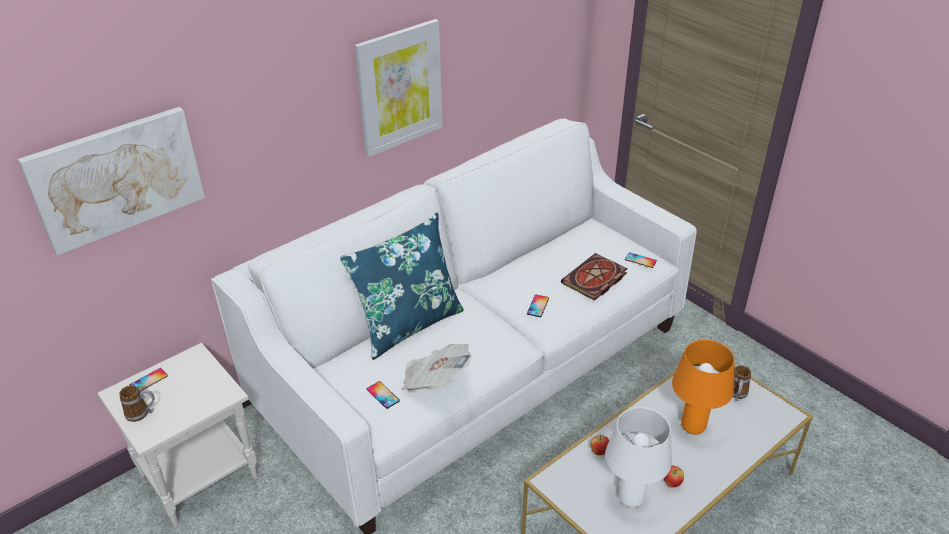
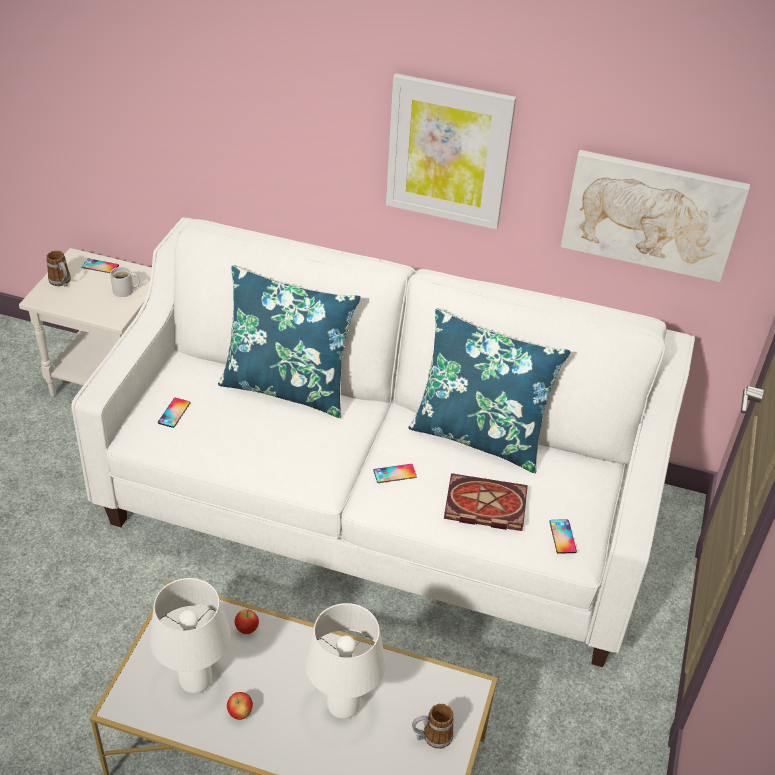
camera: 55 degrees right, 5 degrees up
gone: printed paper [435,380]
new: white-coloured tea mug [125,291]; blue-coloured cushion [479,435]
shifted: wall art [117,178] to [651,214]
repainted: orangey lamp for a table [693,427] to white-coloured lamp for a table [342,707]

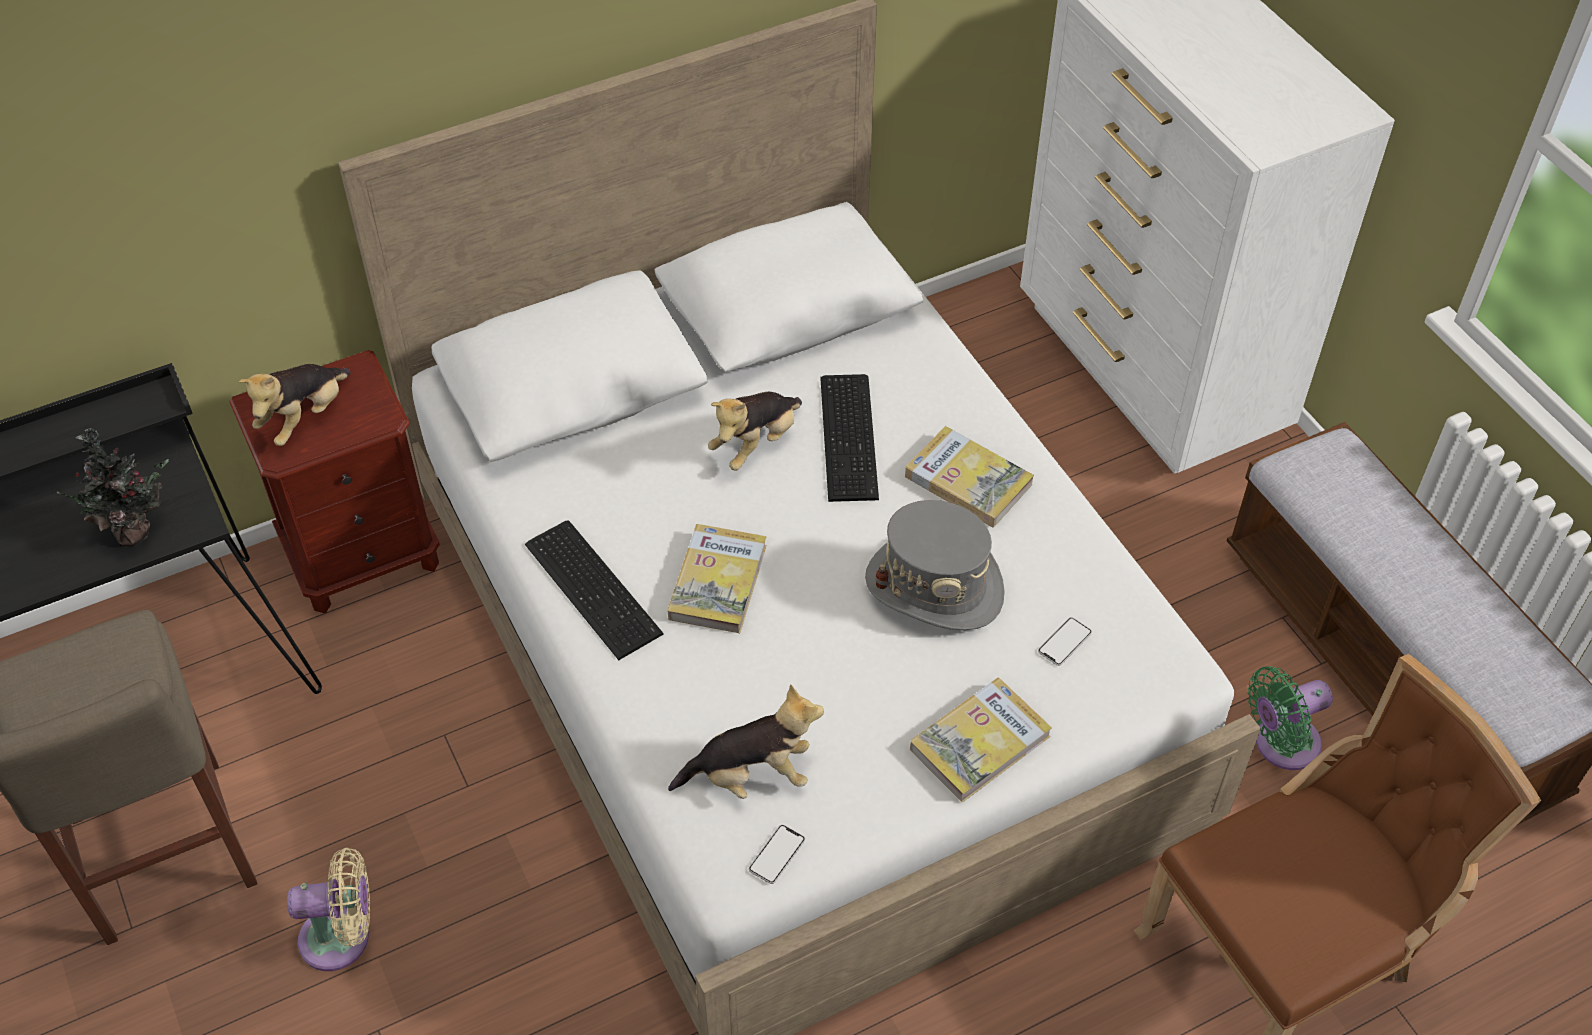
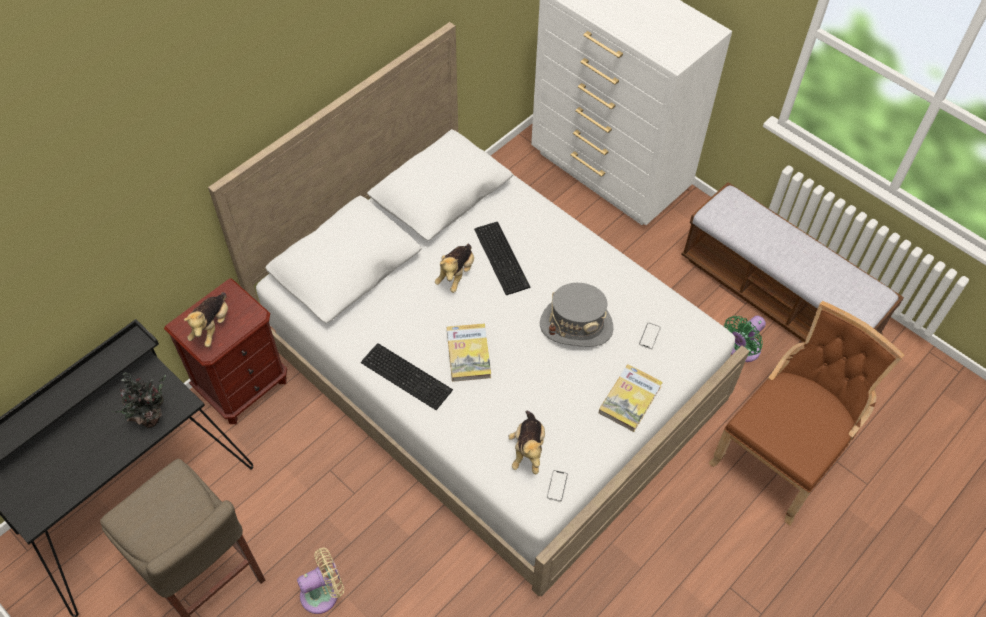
camera: 20 degrees left, 5 degrees up
gone: book [968,480]
rotated: plush toy [751,775] = [528,450] 120 degrees clockwise

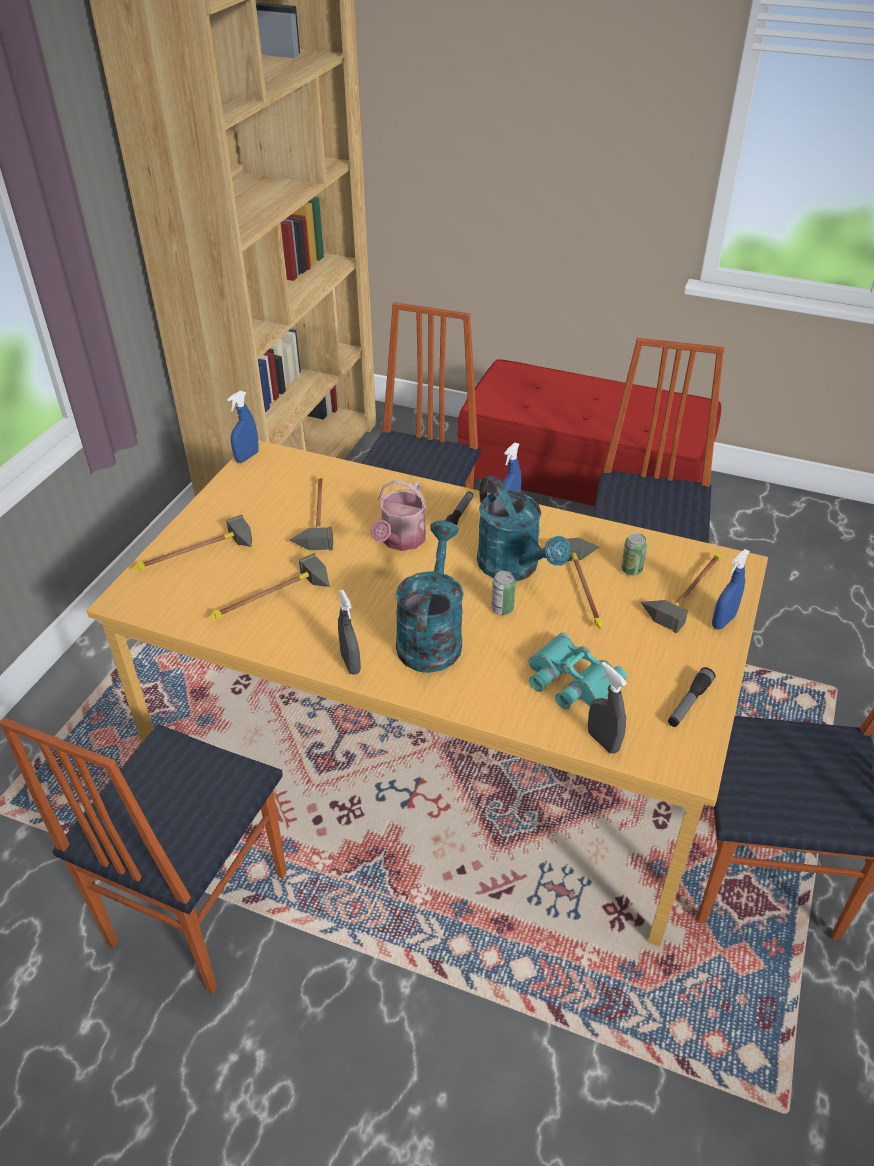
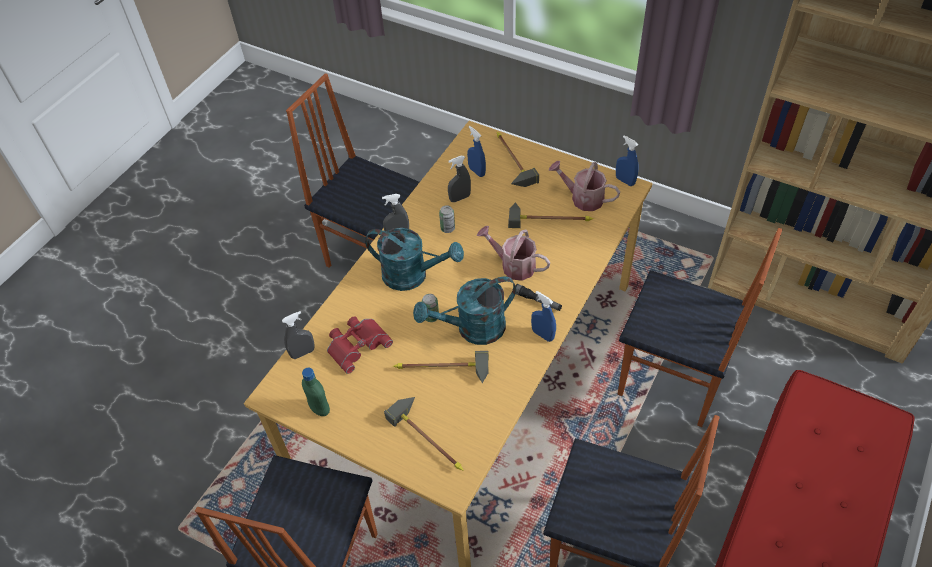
camera: 100 degrees right, 10 degrees up
new: watering can [582,198]
shifted: sealed can [631,570] to [447,228]; blue-coloured sprayer [723,621] to [476,171]
swapped: tool hammer [271,602] to gray sprayer [460,198]; hand torch [689,703] to greenish bottle [319,408]
repainted: turquoise-coloured binoculars [569,680] to reddish binoculars [357,344]

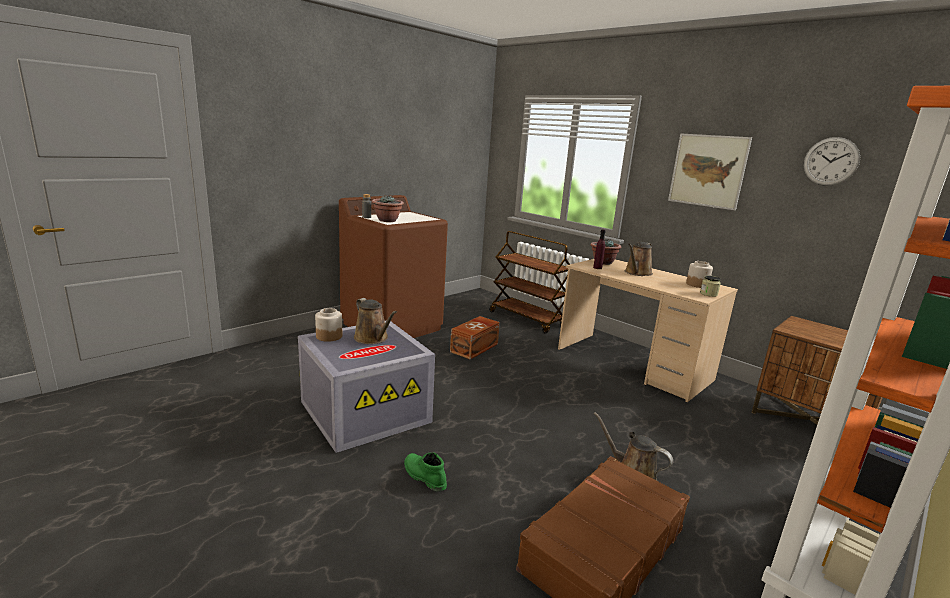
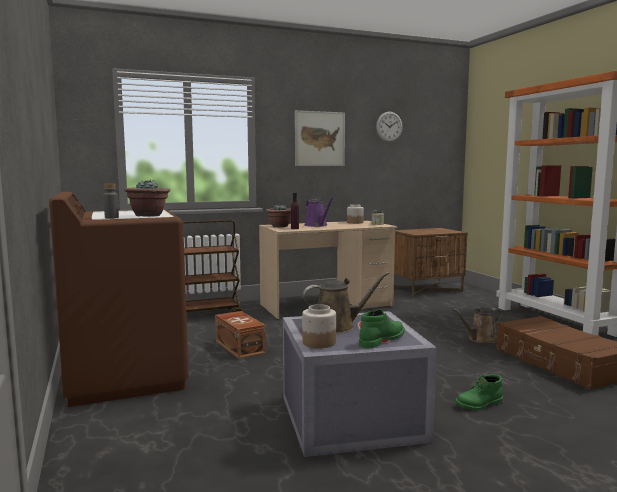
camera: 65 degrees left, 10 degrees down
new: greenish high-top boot [381,340]
repainted: brown-coloured watering can [637,273] to purplish watering can [317,225]

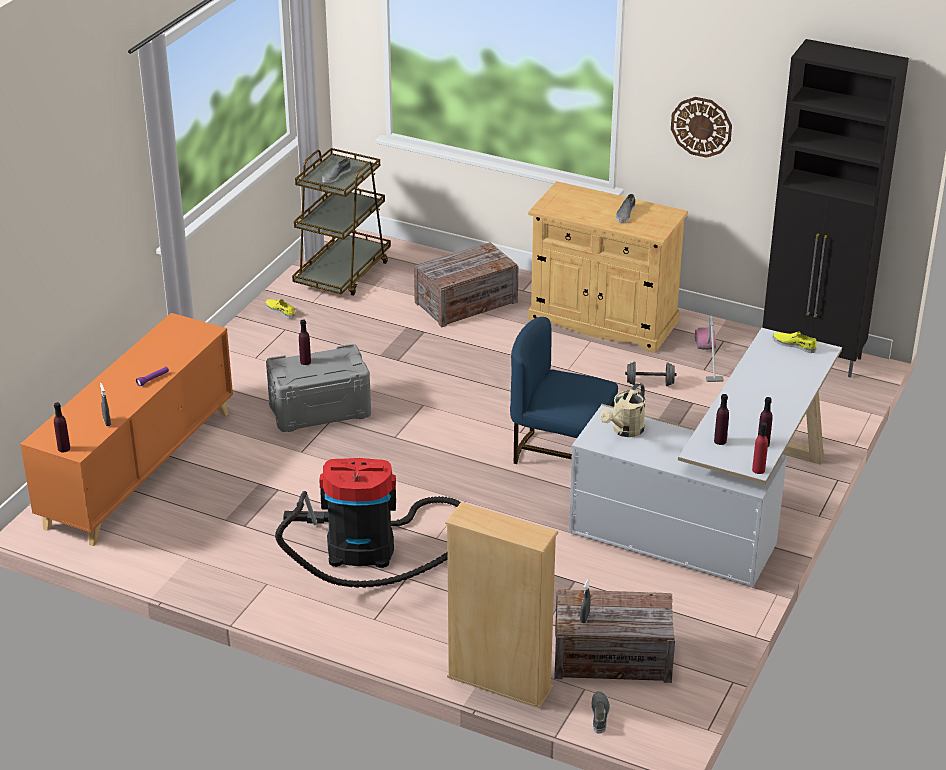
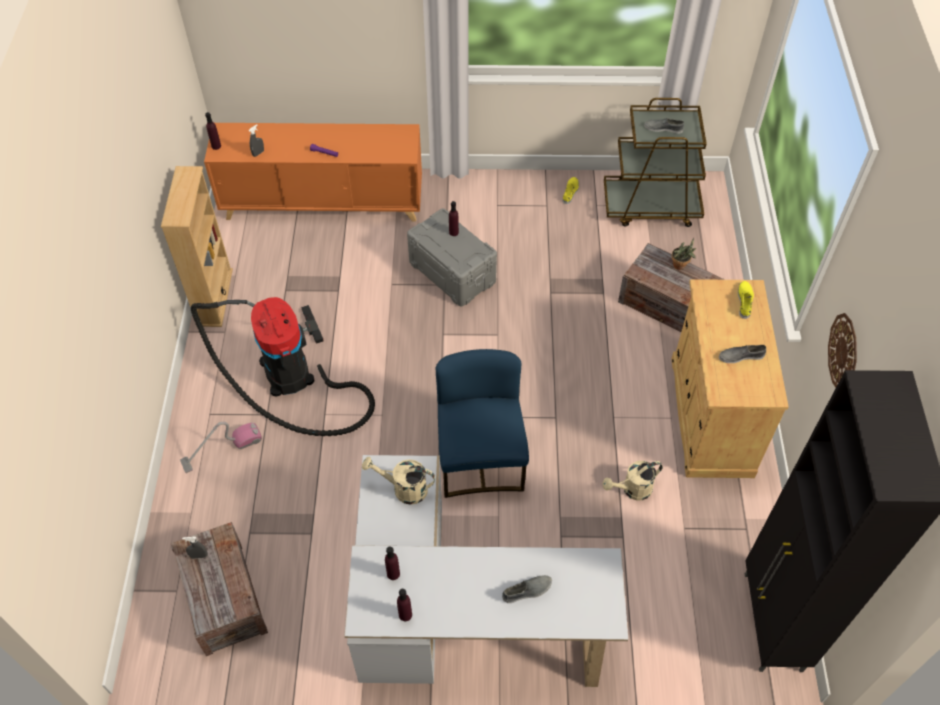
camera: 65 degrees right, 20 degrees up
gone: reddish bottle [758,470]
new: plant in a pot [680,266]
shifted: beige-coloured bookcase [499,682] to [214,297]; gray low shoe [600,714] to [527,591]; hoover [708,359] to [221,450]; yellow low shoe [794,345] to [745,301]
swapped: gray hand weight [650,383] to beige-coloured watering can [632,490]

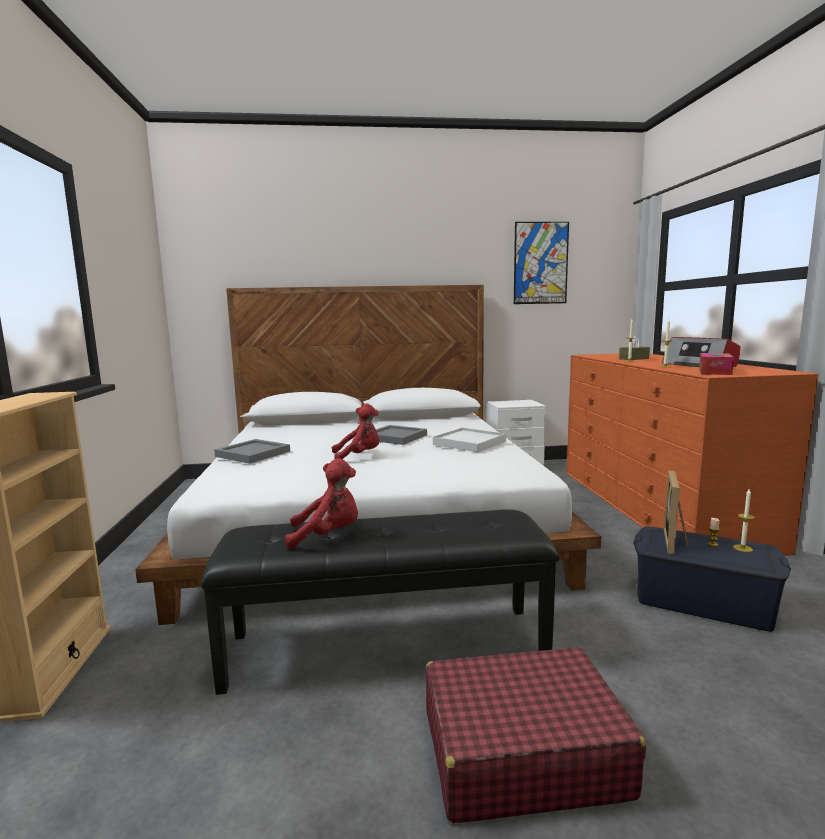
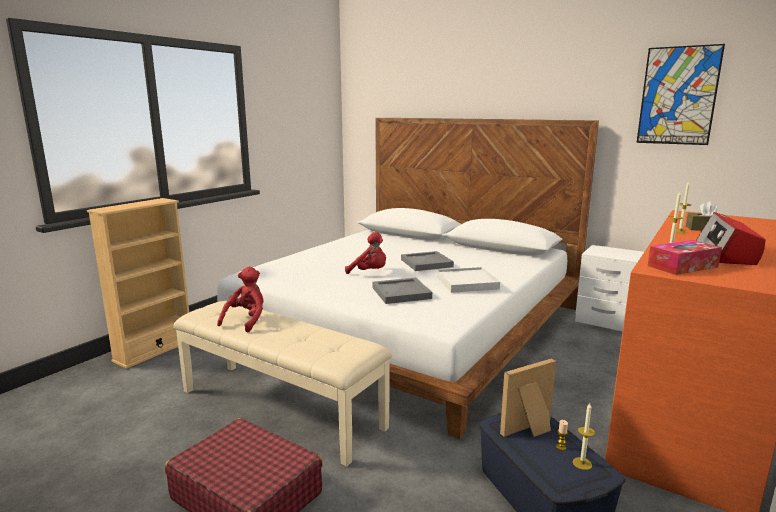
camera: 40 degrees right, 5 degrees up
shifted: gray serving tray [253,454] to [401,293]
repainted: blackish long seat [386,645] to beige-coloured long seat [281,408]
rotated: reddish plush toy [327,536] = [246,320] 105 degrees counterclockwise

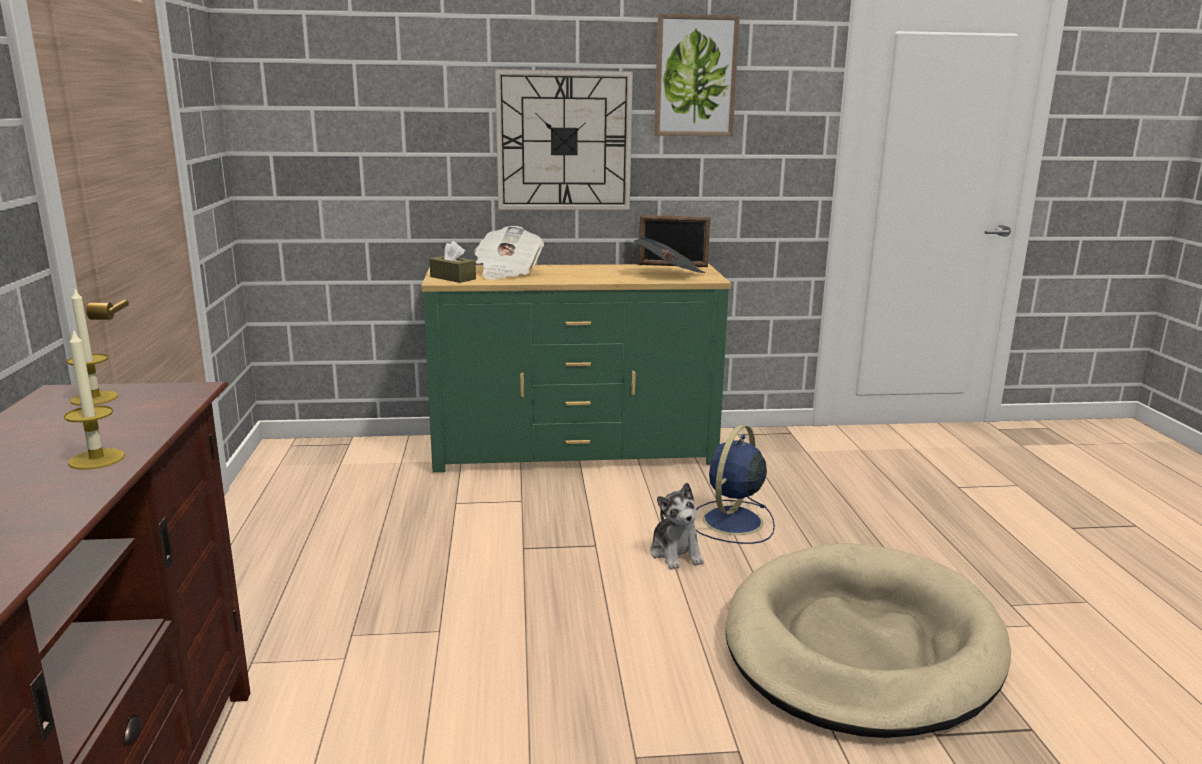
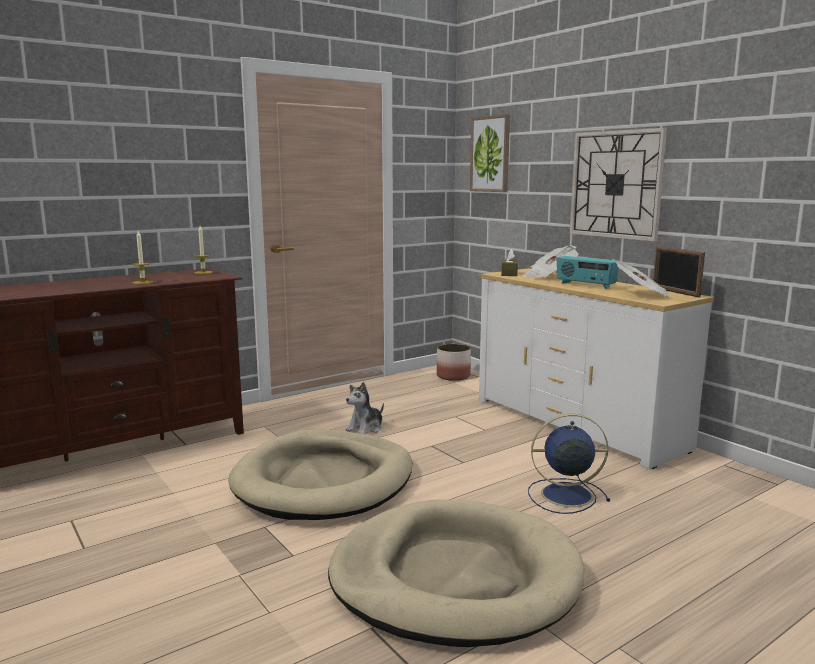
camera: 60 degrees right, 5 degrees down
new: beige-coloured pet bed [324,481]; planter [453,376]; radio receiver [585,285]
shifted: plush toy [676,553] to [366,428]; wall art [695,76] to [490,154]
repainted: greenish chest of drawers [574,451] to white-coloured chest of drawers [577,424]

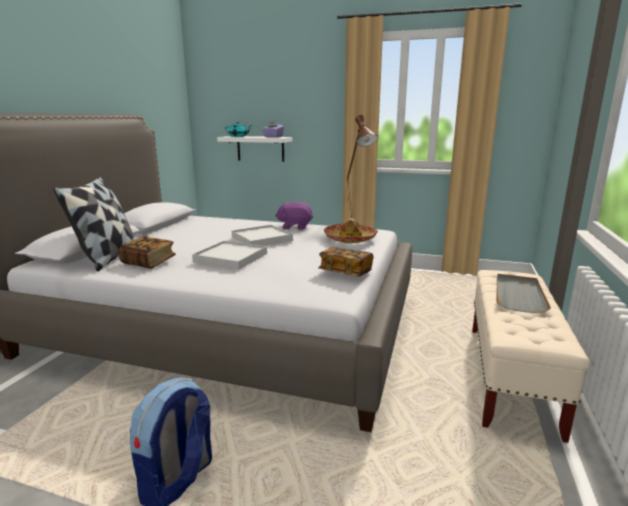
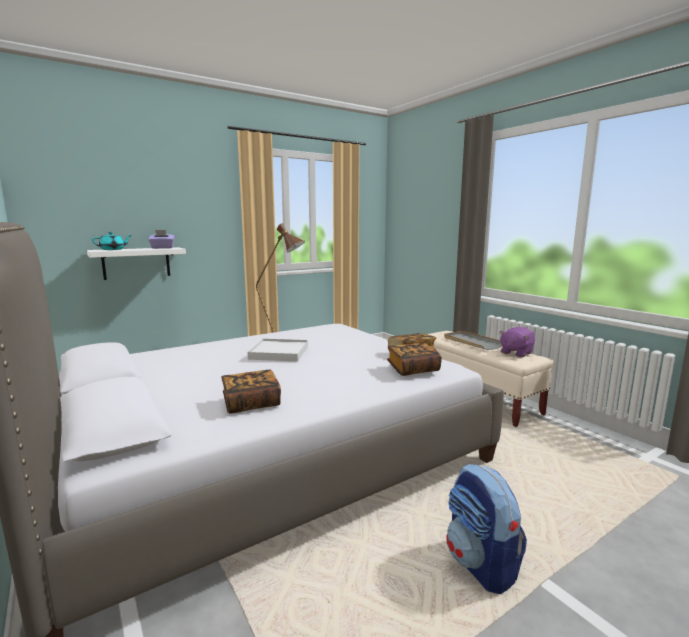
camera: 50 degrees left, 5 degrees down
gone: cushion [108,257]; white-coloured serving tray [231,258]; wearable hat [350,239]
new: book [413,369]
shifted: purplish plush toy [295,227] to [516,353]

